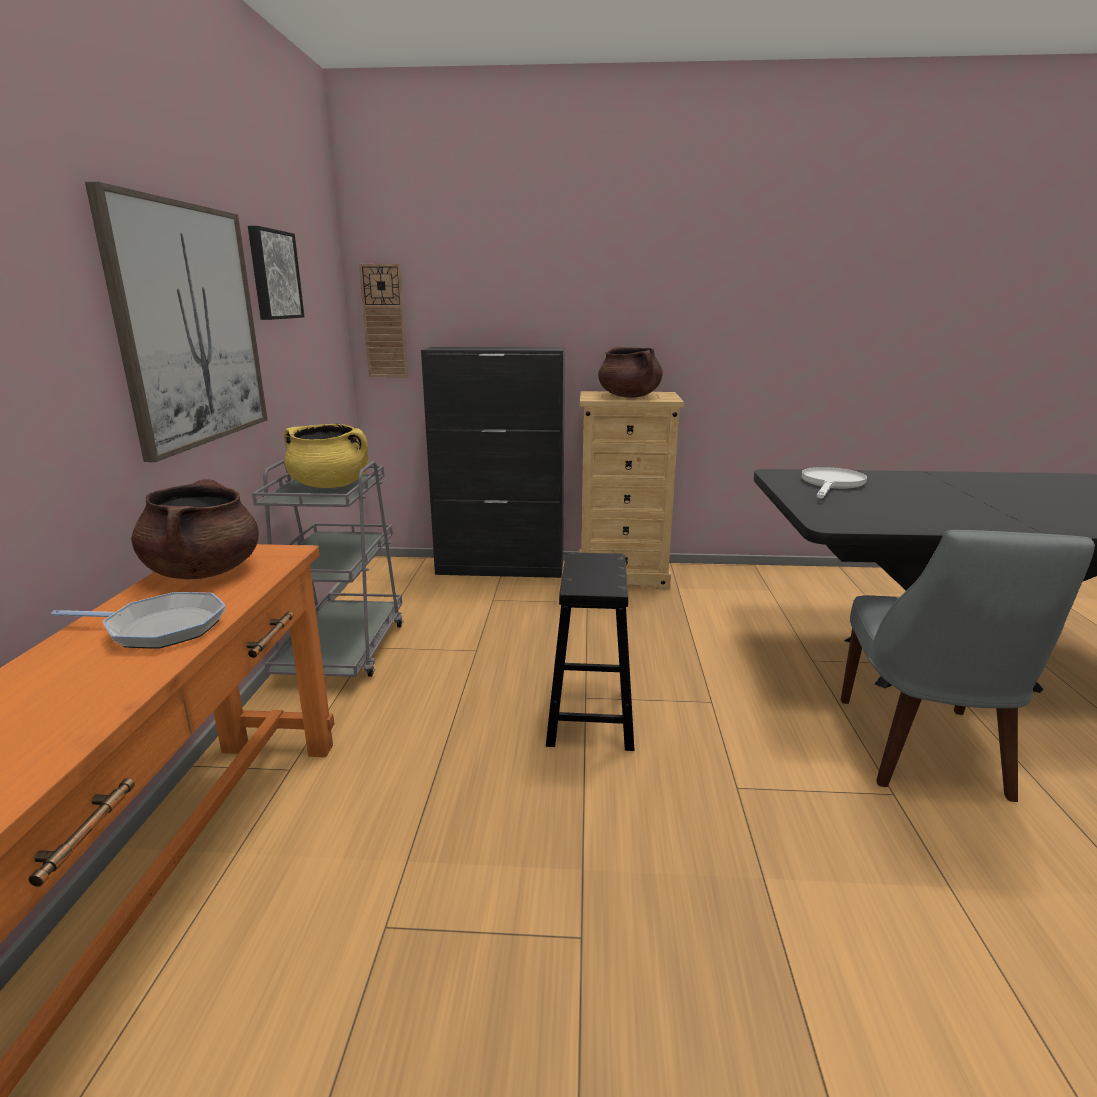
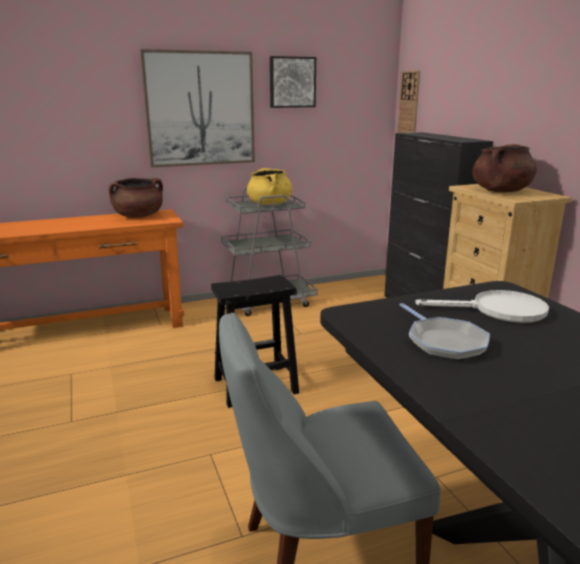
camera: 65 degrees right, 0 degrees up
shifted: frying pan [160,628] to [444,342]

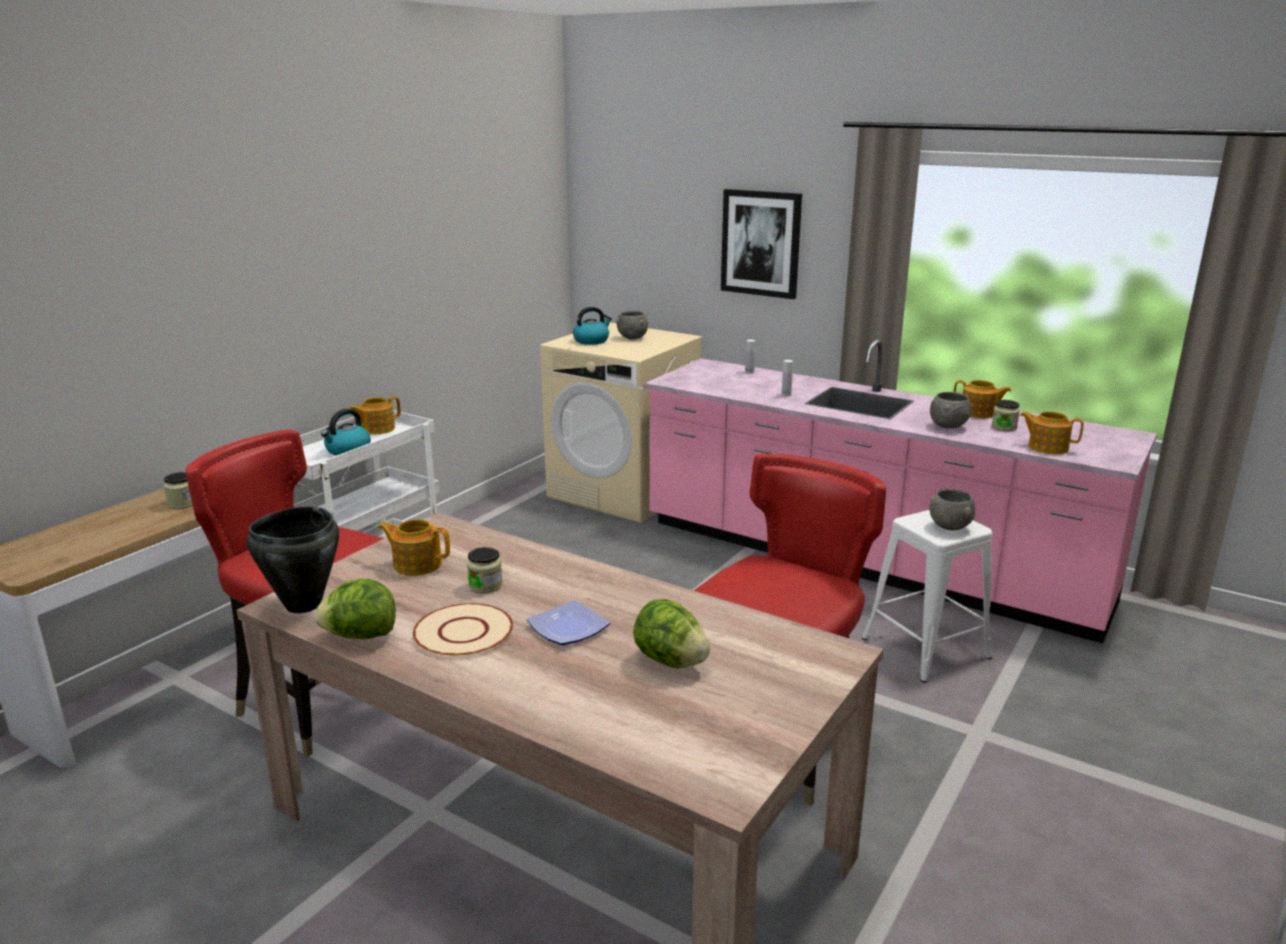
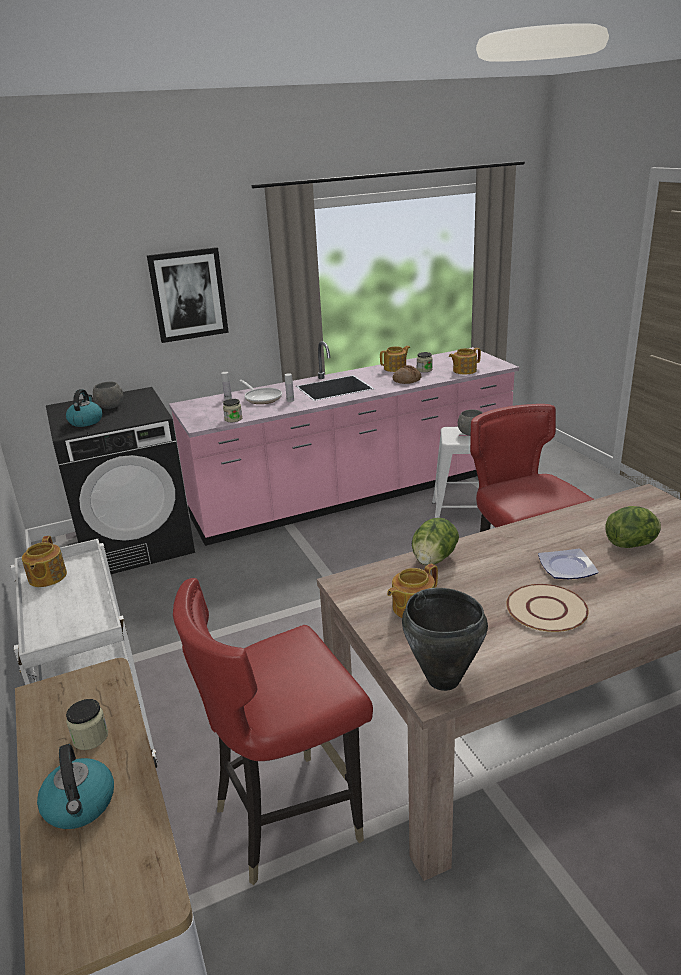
camera: 55 degrees left, 5 degrees up
new: frying pan [262,398]
shifted: lettuce head [360,636] to [433,560]; tea kettle [348,450] to [80,805]; jar [485,585] to [233,419]
swapped: gray bowl [949,427] to baked bread [407,380]
repainted: beige-coloured laundry appliance [624,492] to blackish laundry appliance [135,543]

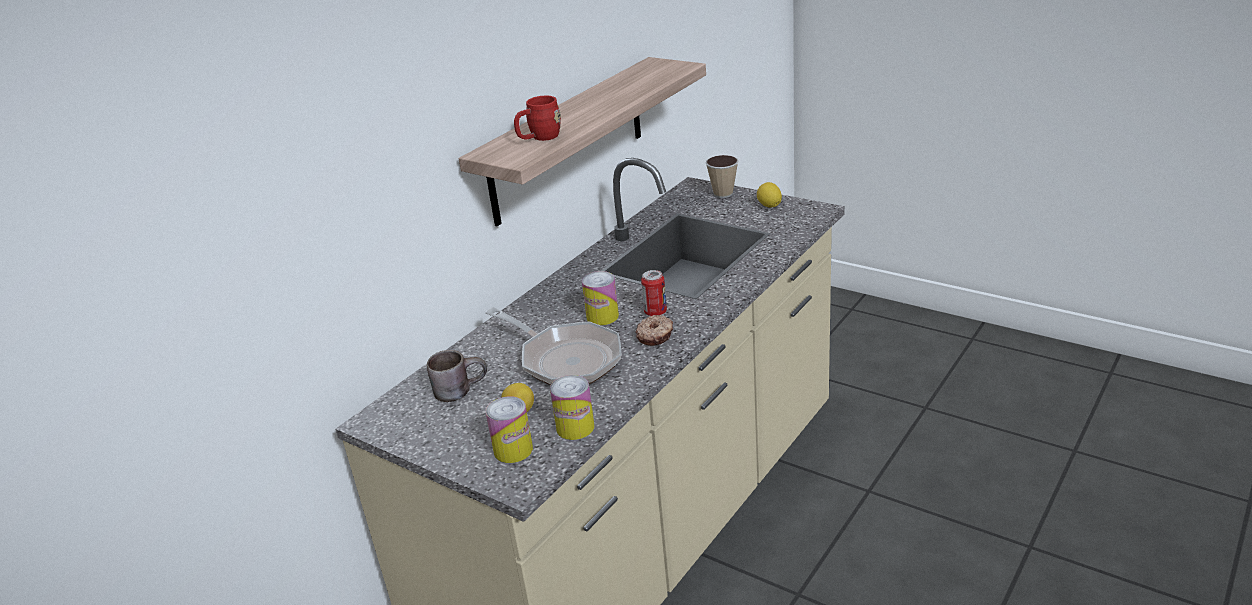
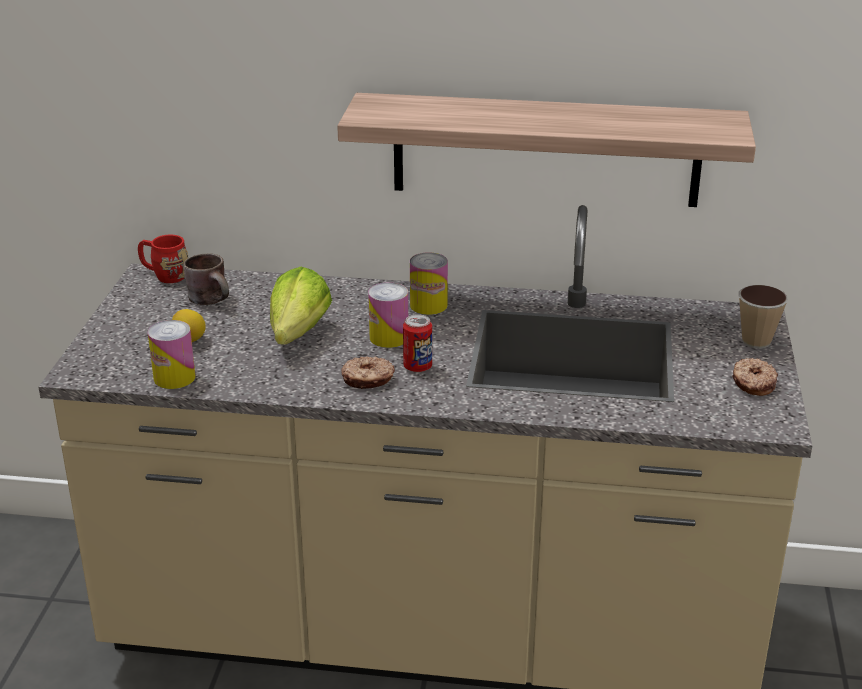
camera: 60 degrees right, 0 degrees up
shifted: sealed can [513,450] to [428,305]; reddish tea mug [539,138] to [164,275]
swapped: frying pan [565,359] to lettuce head [293,339]; citrus fruit [769,206] to doughnut [753,383]

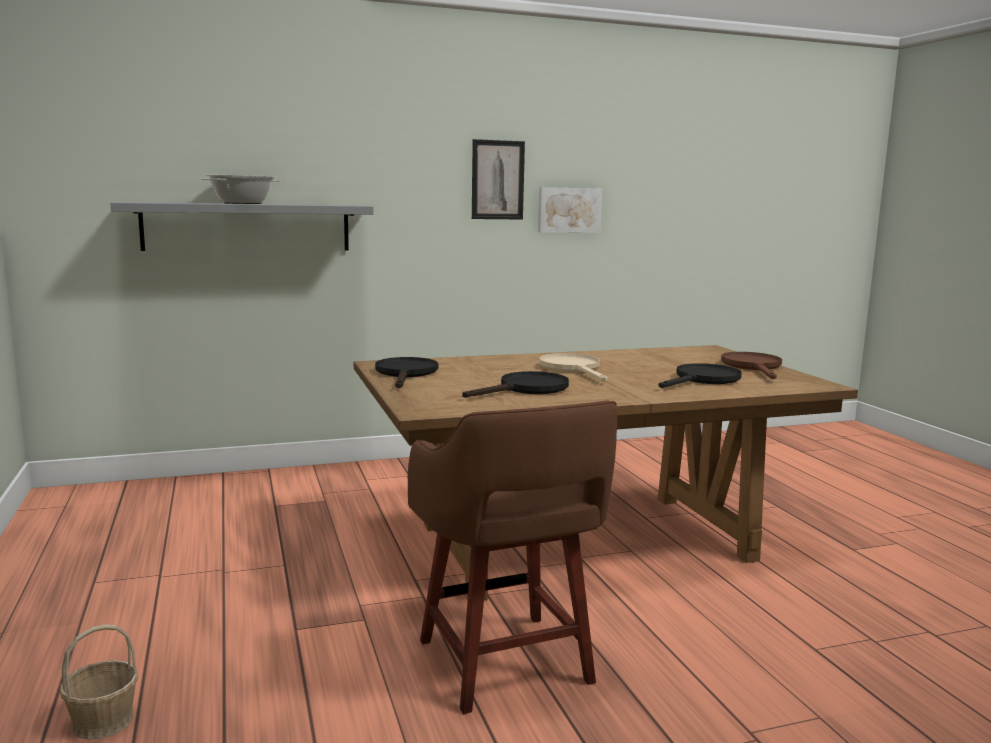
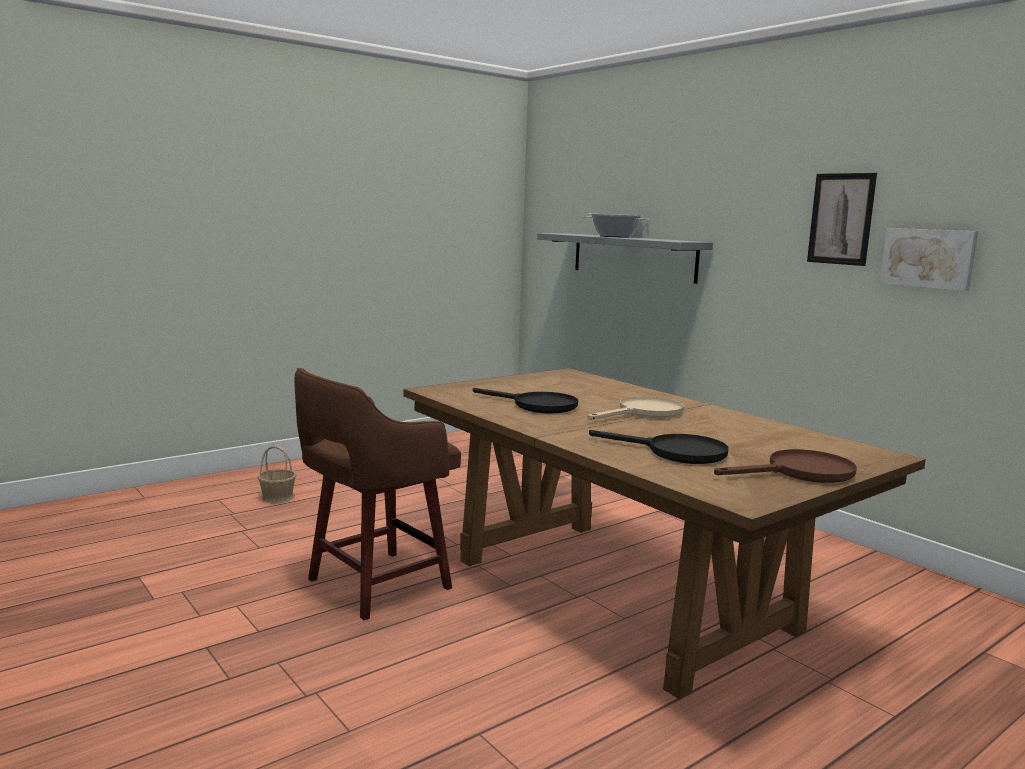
camera: 70 degrees right, 0 degrees up
gone: blackish frying pan [406,373]

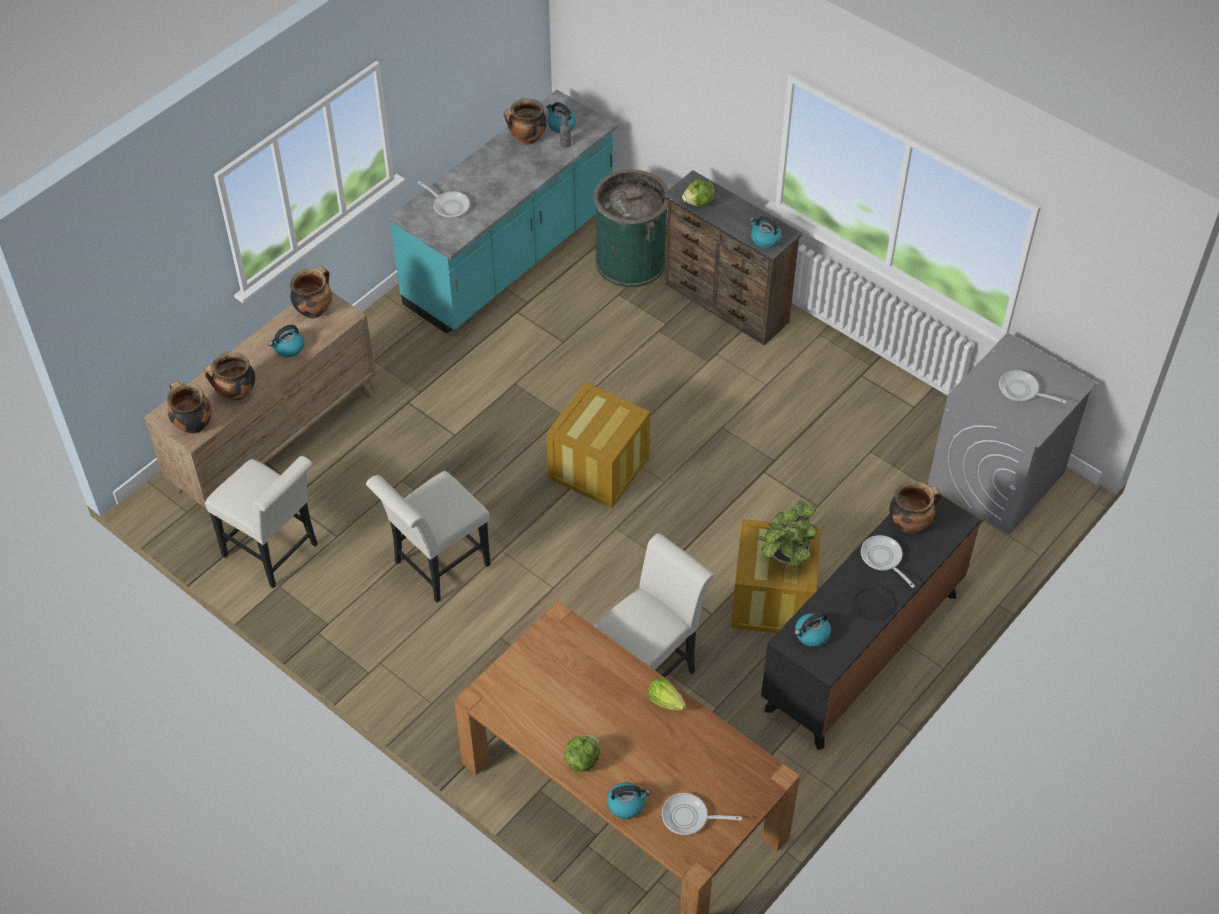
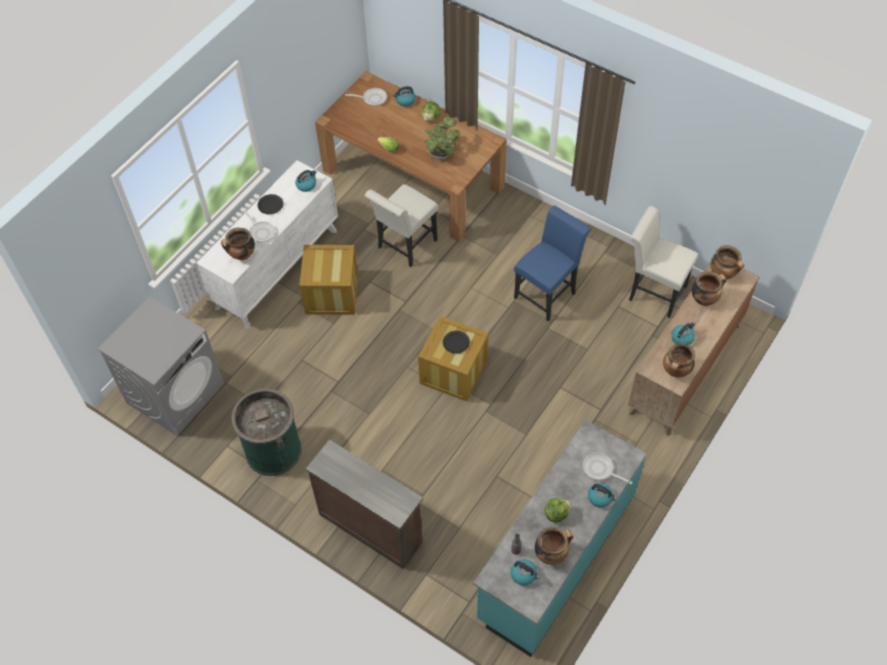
camera: 175 degrees right, 5 degrees up
gone: frying pan [1021,390]
new: blackish flat dish [456,342]
shifted: greenish rubbish bin [630,261] to [273,450]; lettuce head [699,203] to [556,514]; tea kettle [764,239] to [600,497]; plant in a pot [785,557] to [441,153]
repainted: white-coloured plain chair [436,567] to blue-coloured plain chair [547,293]; blackish chest of drawers [862,652] to white-coloured chest of drawers [277,268]

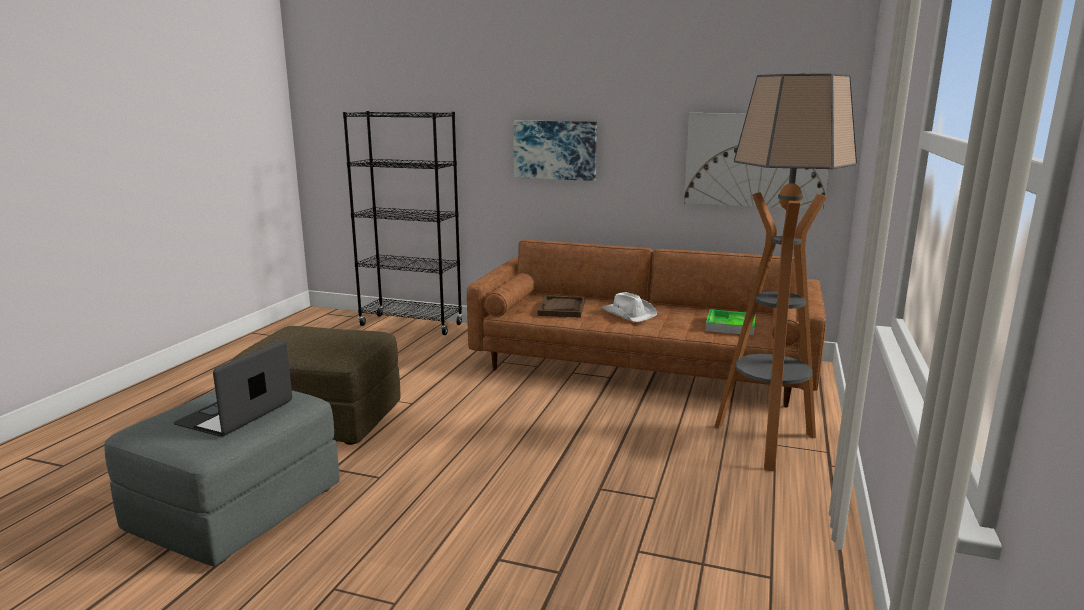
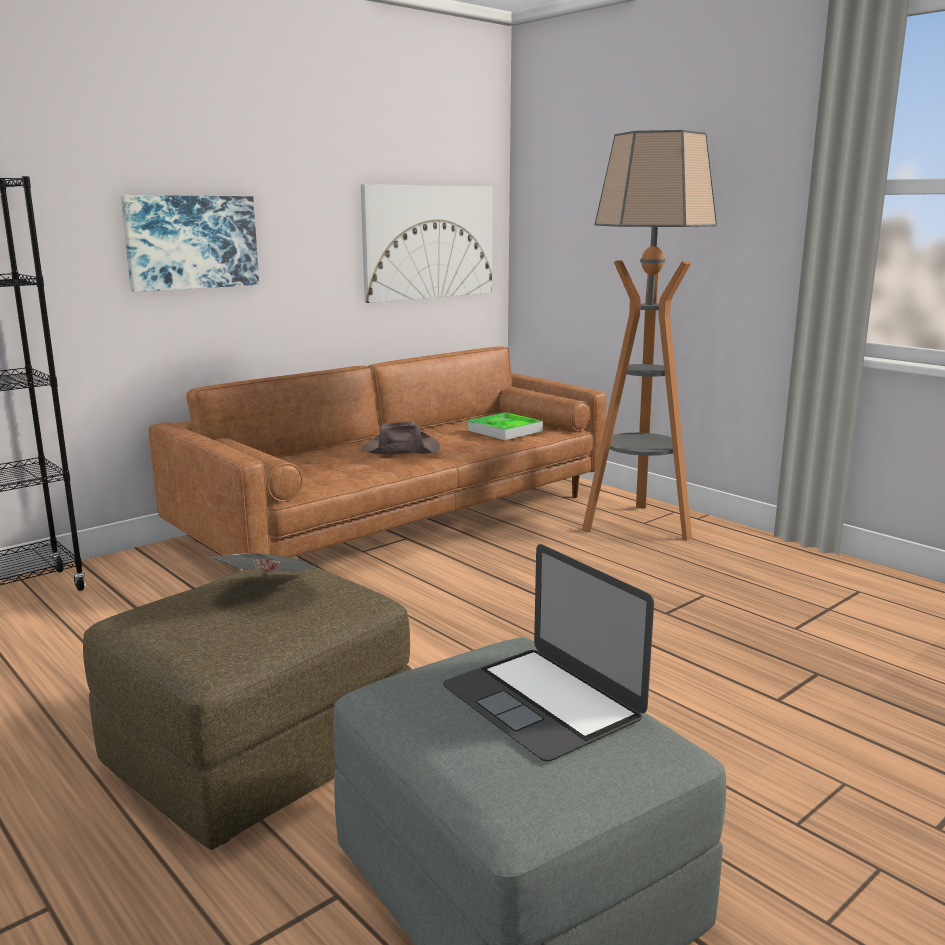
camera: 60 degrees left, 0 degrees up
gone: brown-coloured serving tray [561,308]
new: printed paper [269,591]
repainted: white-coloured wearable hat [628,313] to brown-coloured wearable hat [400,449]

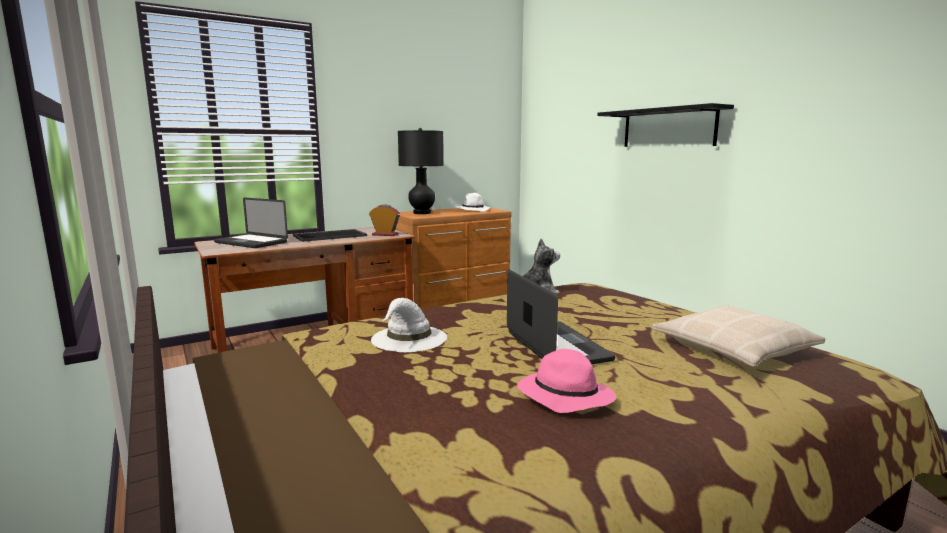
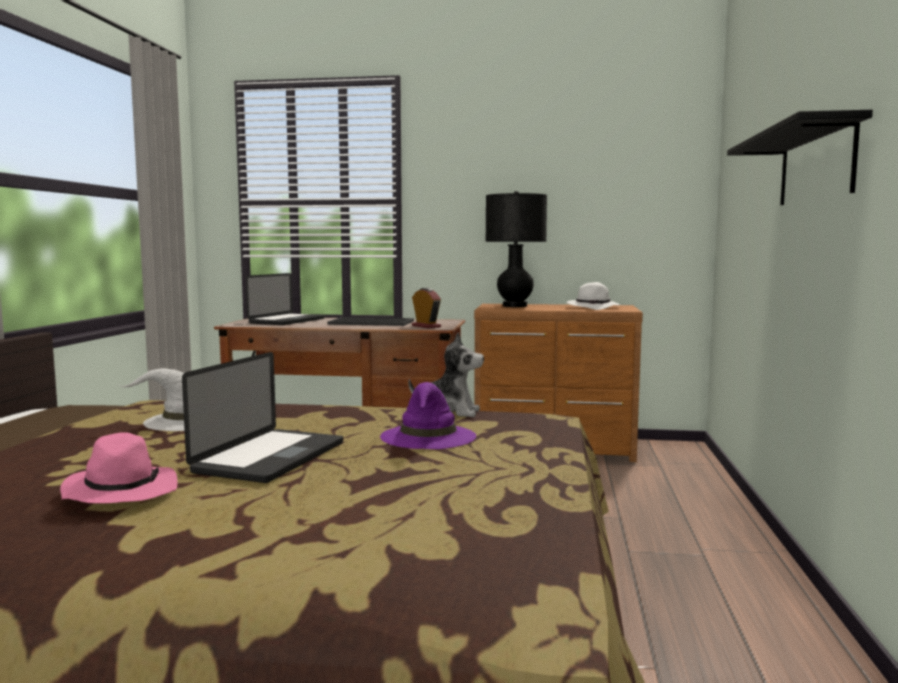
camera: 40 degrees right, 5 degrees down
gone: beige-coloured cushion [732,350]
new: purplish wearable hat [428,436]
rotated: portable computer [251,242] = [287,321] 135 degrees counterclockwise

